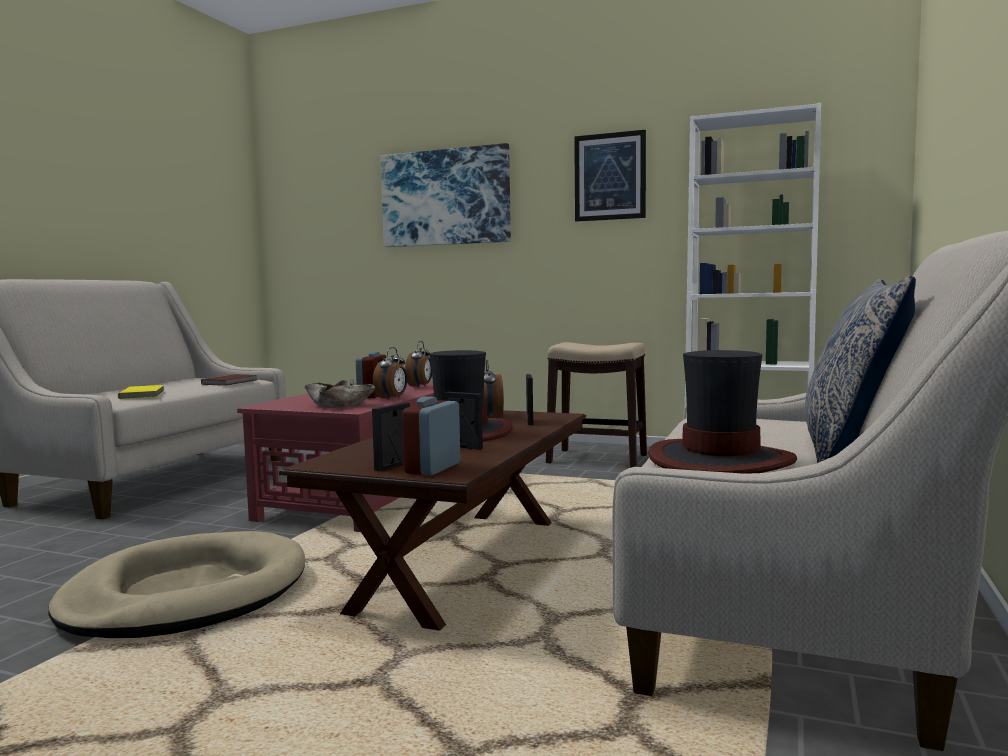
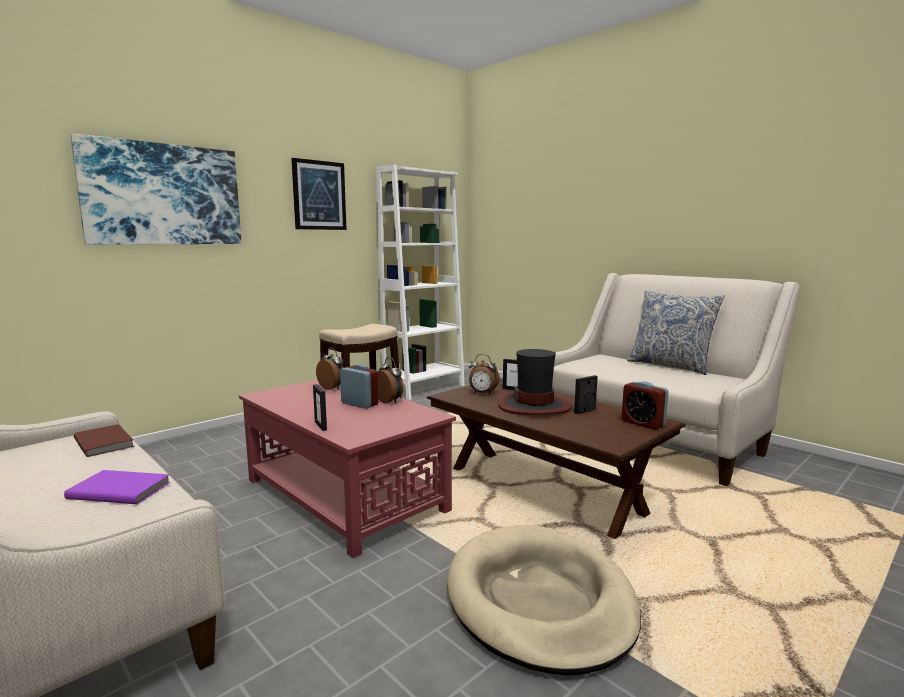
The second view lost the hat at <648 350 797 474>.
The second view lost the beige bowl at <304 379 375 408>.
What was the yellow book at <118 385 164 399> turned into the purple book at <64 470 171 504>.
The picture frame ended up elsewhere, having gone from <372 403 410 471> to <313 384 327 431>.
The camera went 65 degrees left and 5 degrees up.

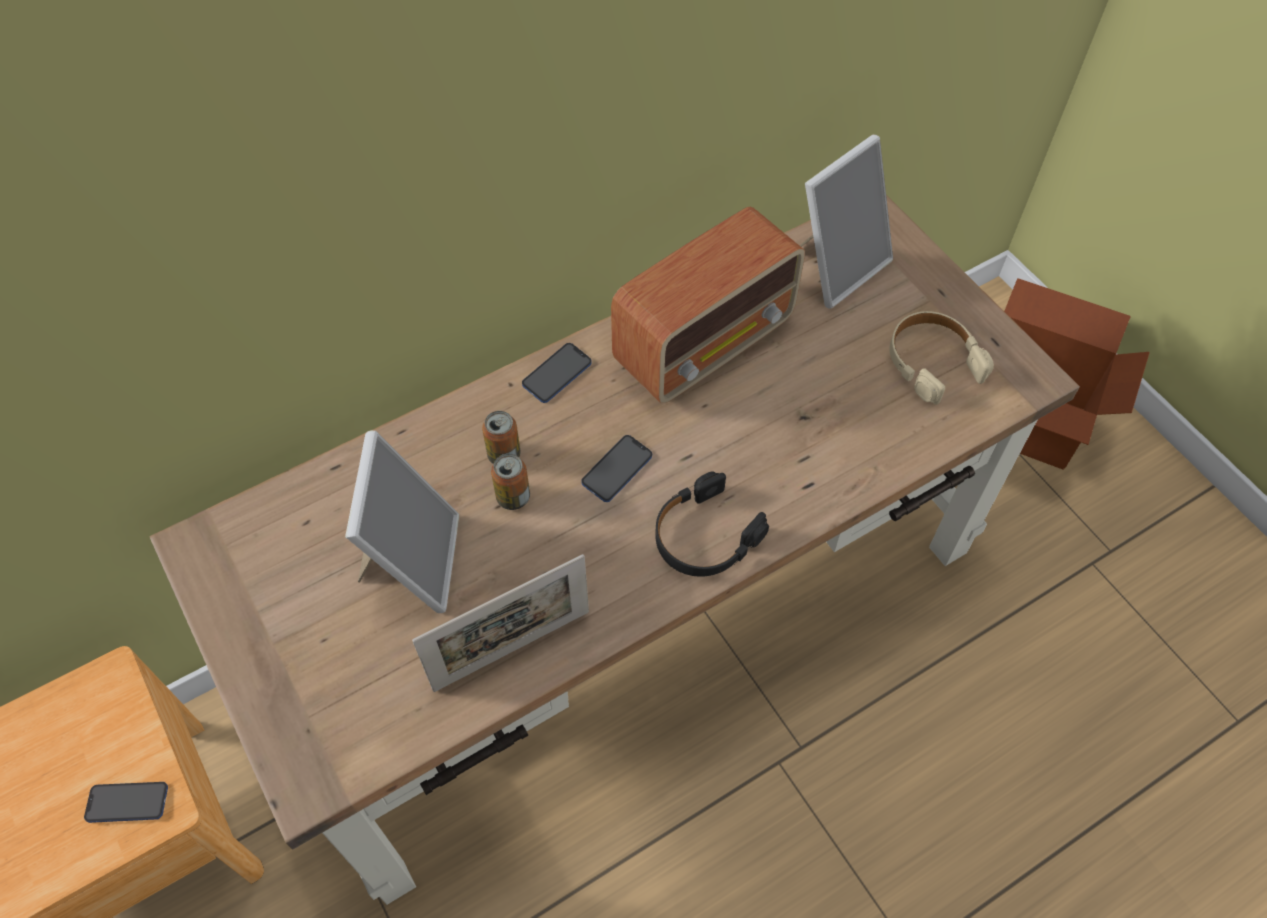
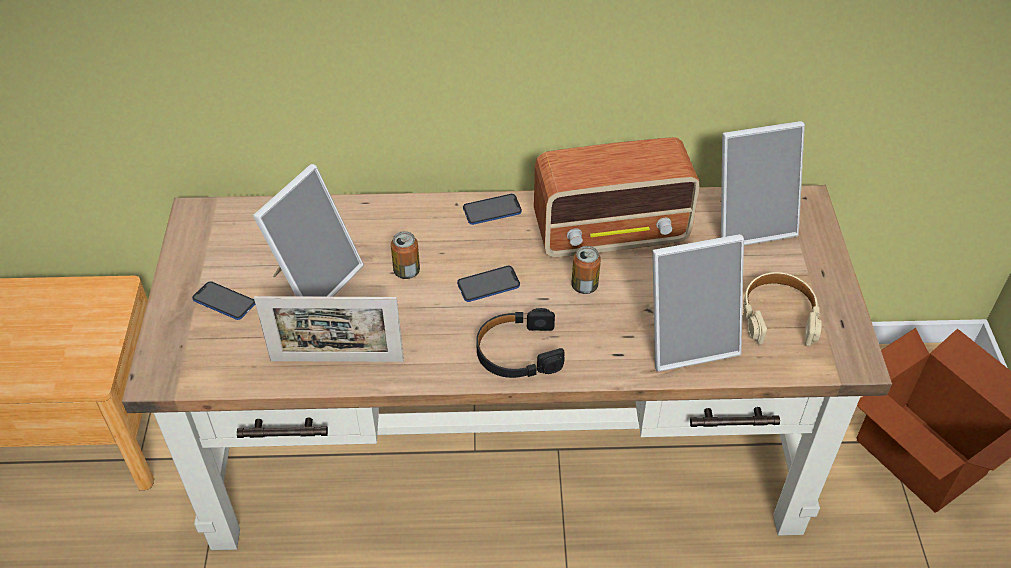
The can ended up elsewhere, having gone from <482 411 521 464> to <571 246 601 294>.
The phone ended up elsewhere, having gone from <84 782 168 823> to <192 281 255 320>.
The second view gained the picture frame at <652 234 744 372>.
The camera went 30 degrees right and 10 degrees down.

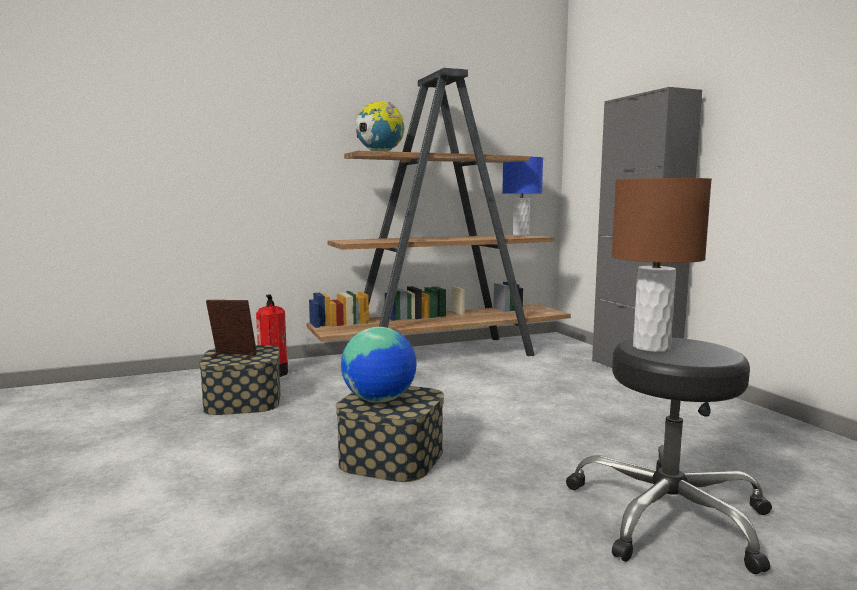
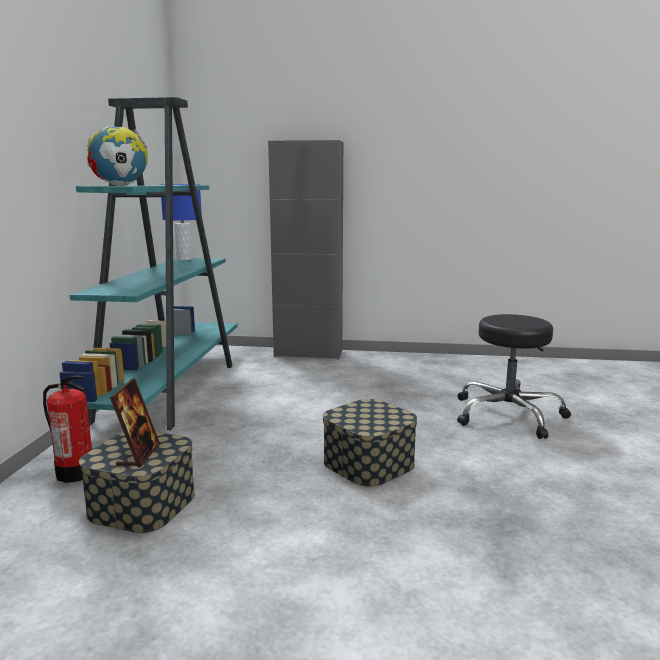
What was the brown bookcase at <307 68 571 356> turned into the turquoise bookcase at <60 97 238 430>.
The second view lost the brown table lamp at <612 178 712 352>.
The picture frame at <206 300 257 359> ended up facing another way, 150 degrees clockwise from before.
The second view lost the globe at <341 327 417 403>.
The camera went 60 degrees left and 5 degrees up.

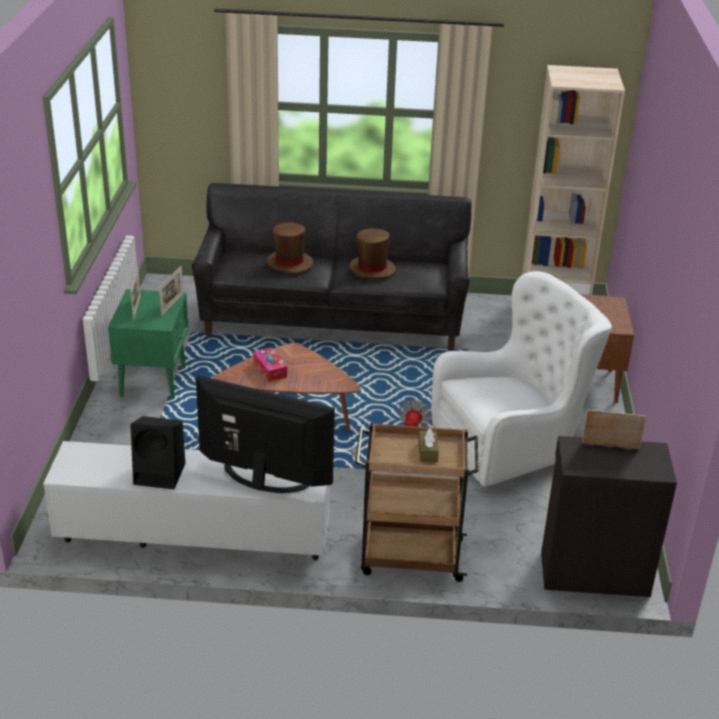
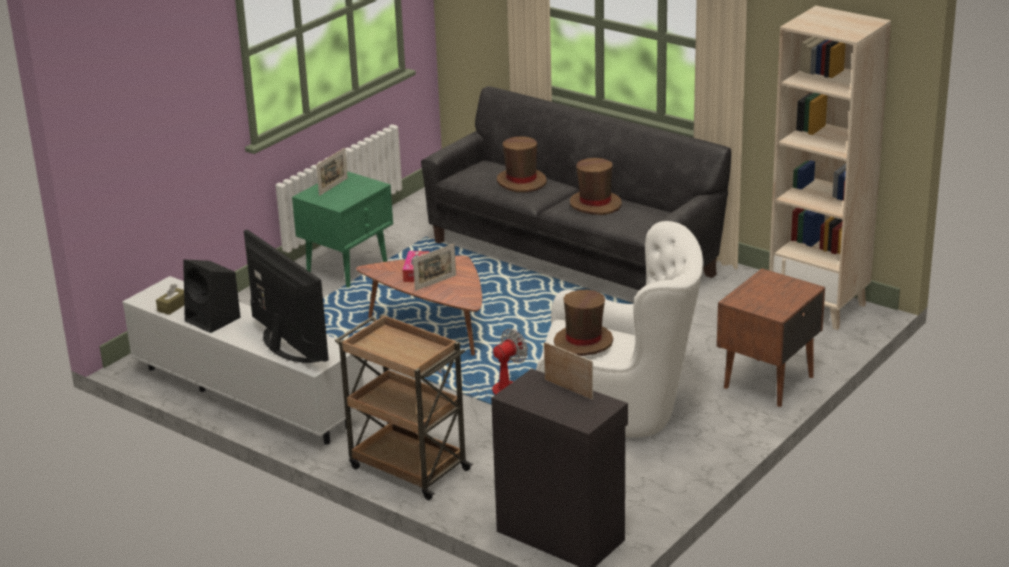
The picture frame ended up elsewhere, having gone from <159 266 183 316> to <413 244 456 291>.
The brown tissue box ended up elsewhere, having gone from <418 428 439 462> to <156 284 184 315>.
The second view gained the brown hat at <554 290 613 356>.
The camera went 35 degrees right and 5 degrees down.

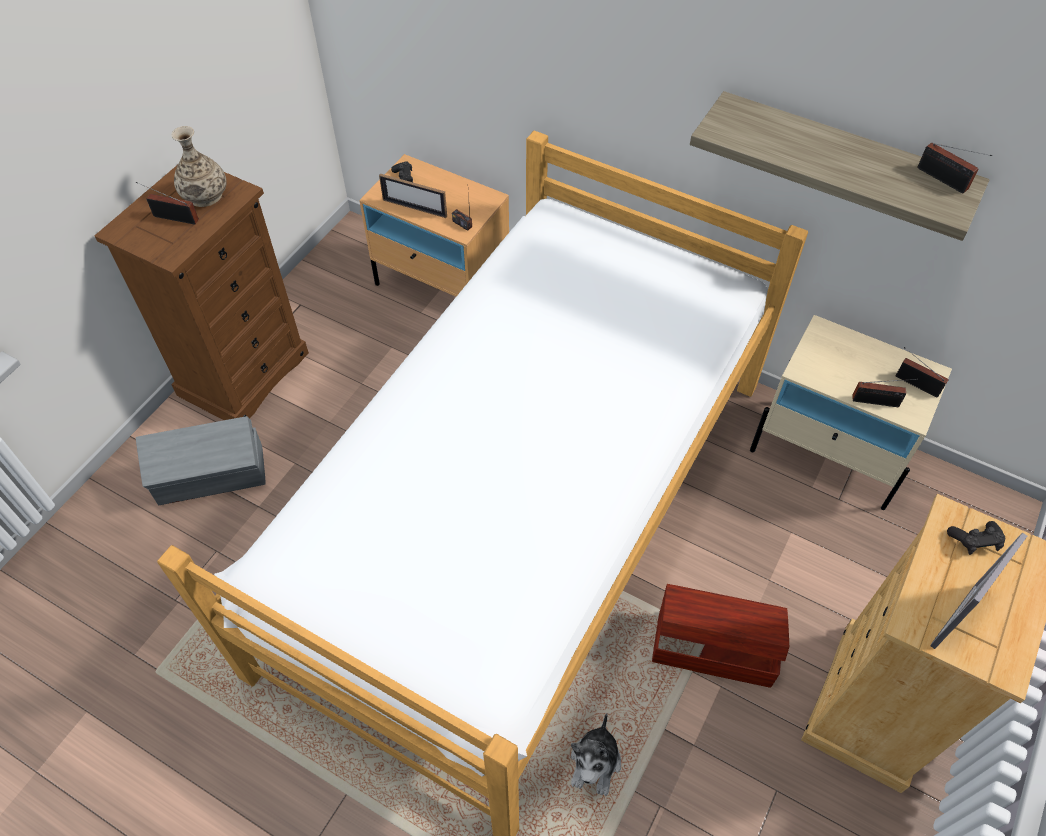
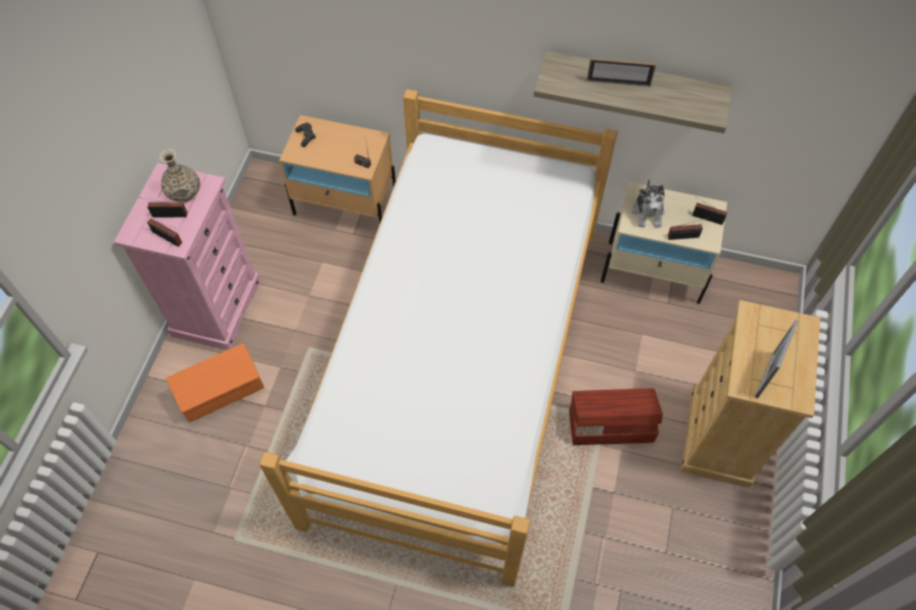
The radio ended up elsewhere, having gone from <917 143 992 194> to <147 218 182 247>.
What was the brown dresser at <94 166 309 420> turned into the pink dresser at <114 163 261 350>.
The picture frame ended up elsewhere, having gone from <379 174 447 218> to <587 58 656 87>.
What was the grey storage box at <136 416 266 505> turned into the orange storage box at <166 343 264 422>.
The second view lost the black game controller at <947 521 1005 555>.
The plush toy ended up elsewhere, having gone from <571 713 621 796> to <632 179 665 228>.
The camera went 15 degrees left and 5 degrees up.

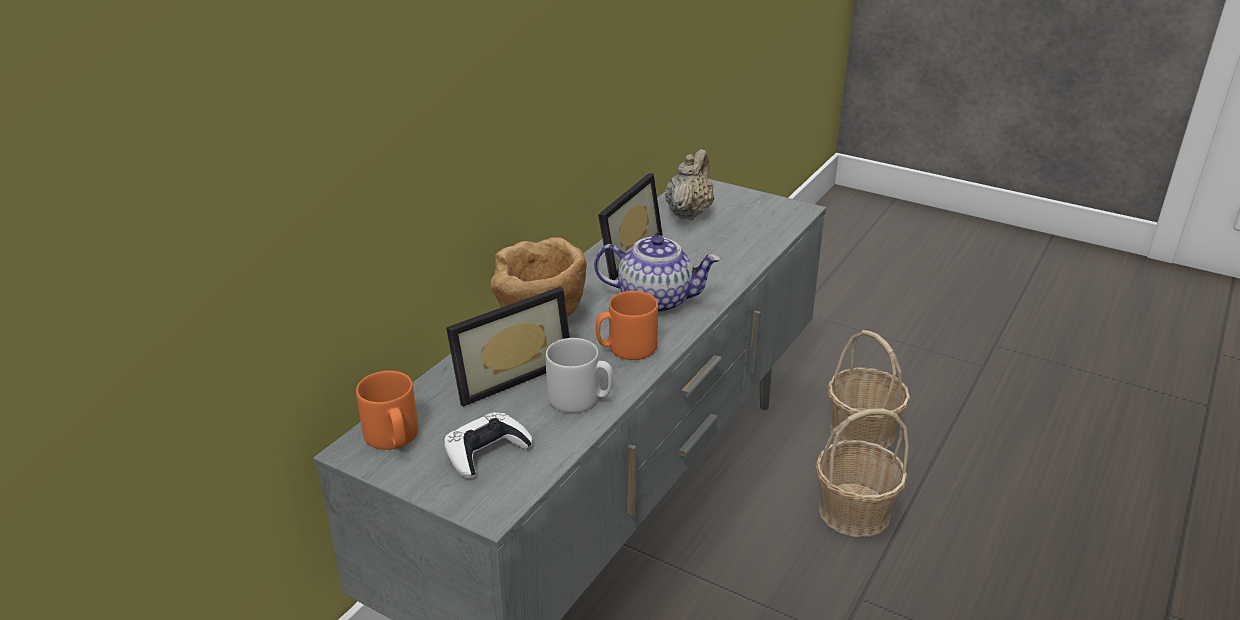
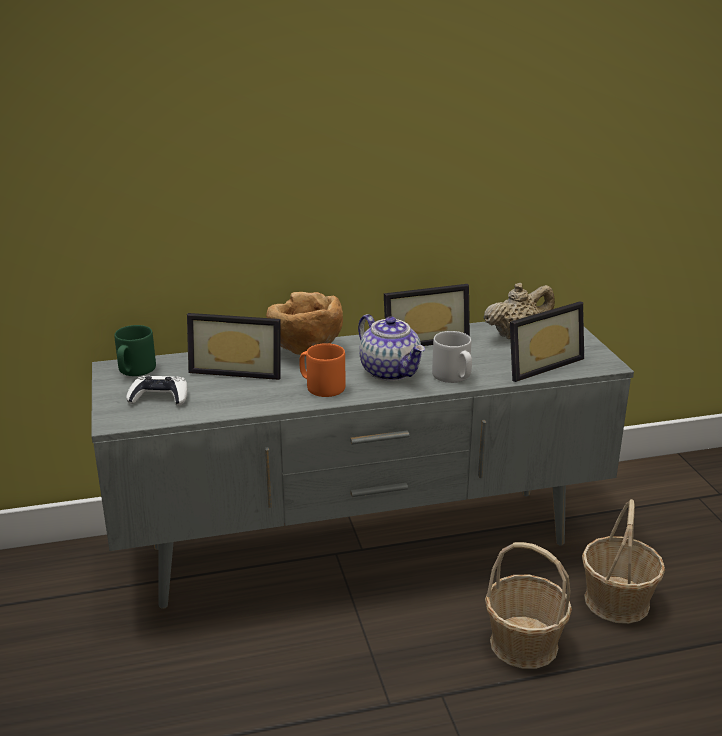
The grey mug ended up elsewhere, having gone from <546 338 613 413> to <432 331 472 383>.
What was the orange mug at <356 371 418 450> turned into the green mug at <114 325 156 376>.
The second view gained the picture frame at <510 301 584 382>.
The camera went 45 degrees right and 5 degrees down.

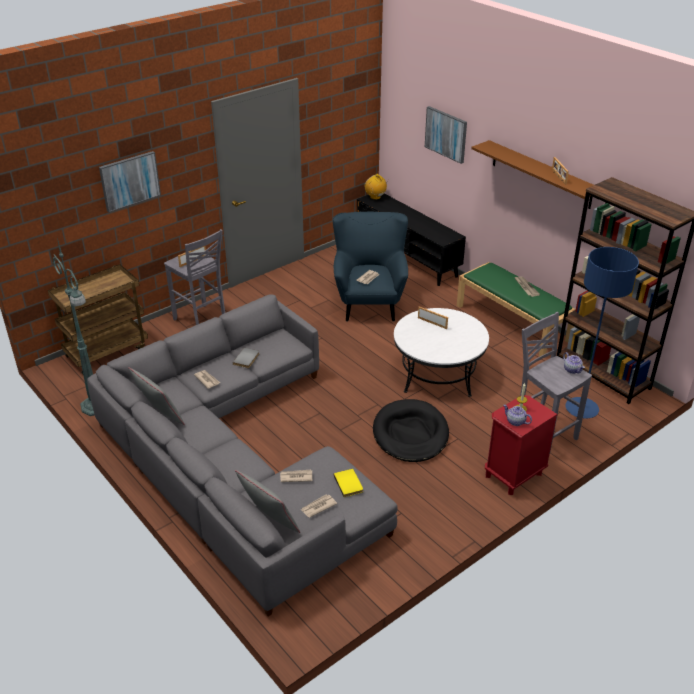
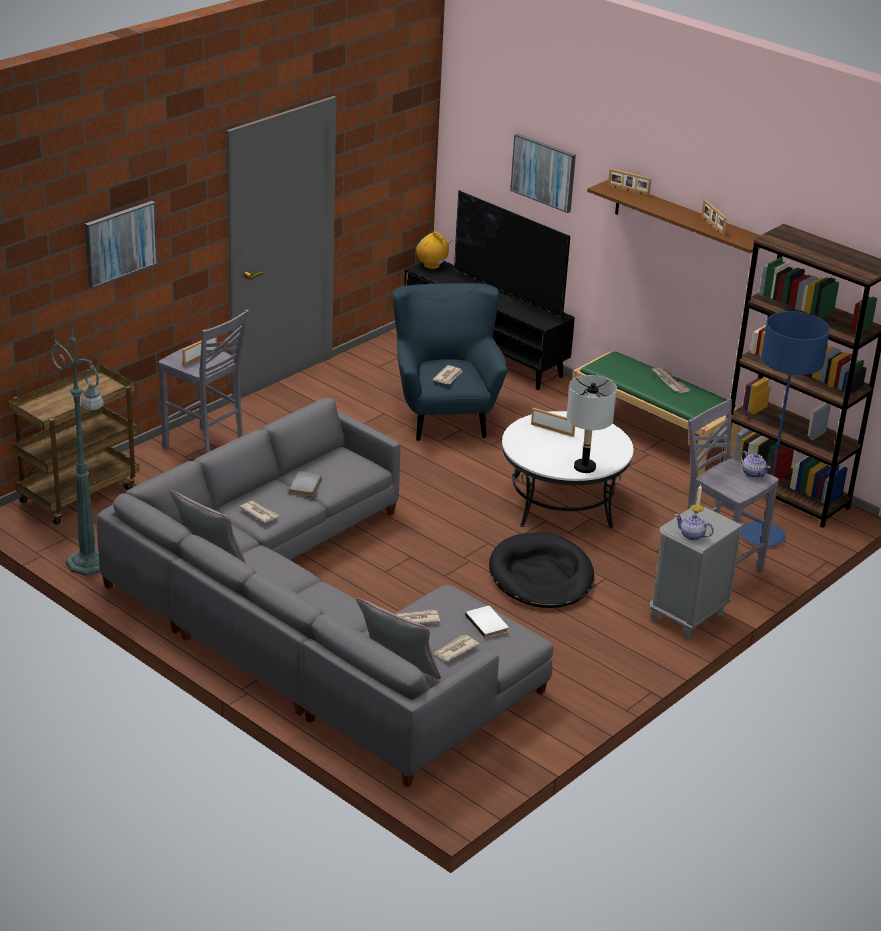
What was the red nightstand at <485 395 558 495> turned into the grey nightstand at <649 506 743 639>.
What was the yellow book at <334 469 363 497> turned into the white book at <465 606 508 638>.
The second view gained the picture frame at <608 169 651 196>.
The second view gained the television at <454 190 570 318>.
The second view gained the grey table lamp at <567 375 617 473>.
The camera went 10 degrees left and 5 degrees down.

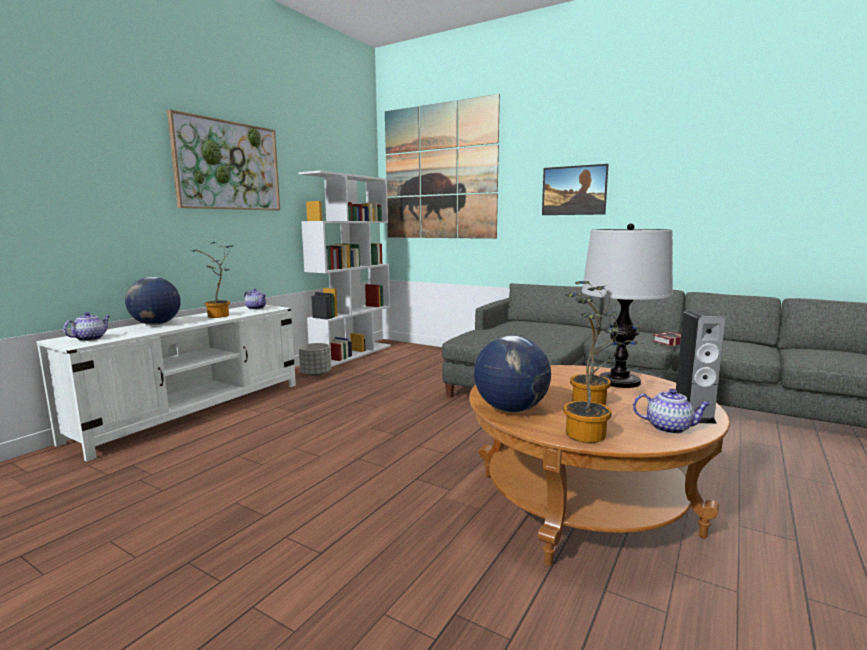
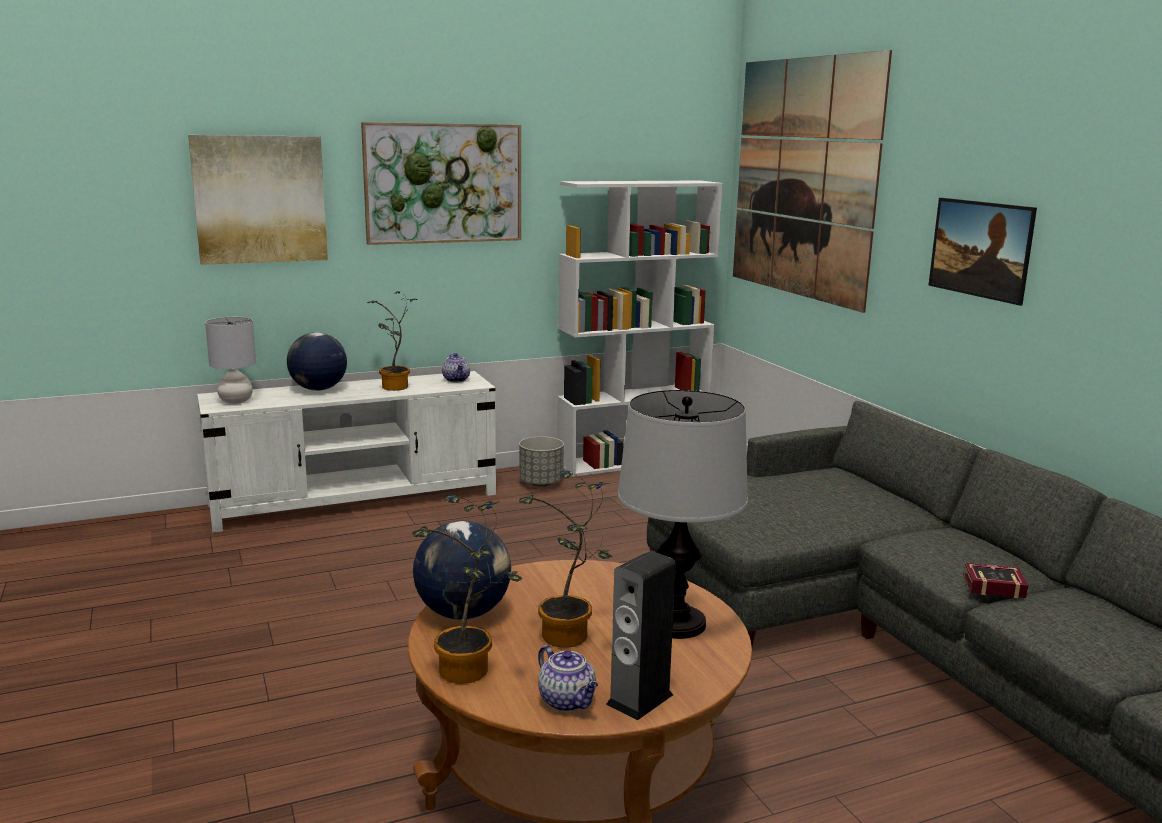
Where the teapot stood at <63 312 110 341>, the grey table lamp came to stand at <205 317 256 404>.
The second view gained the picture at <188 135 328 265>.
The camera went 35 degrees right and 5 degrees up.

